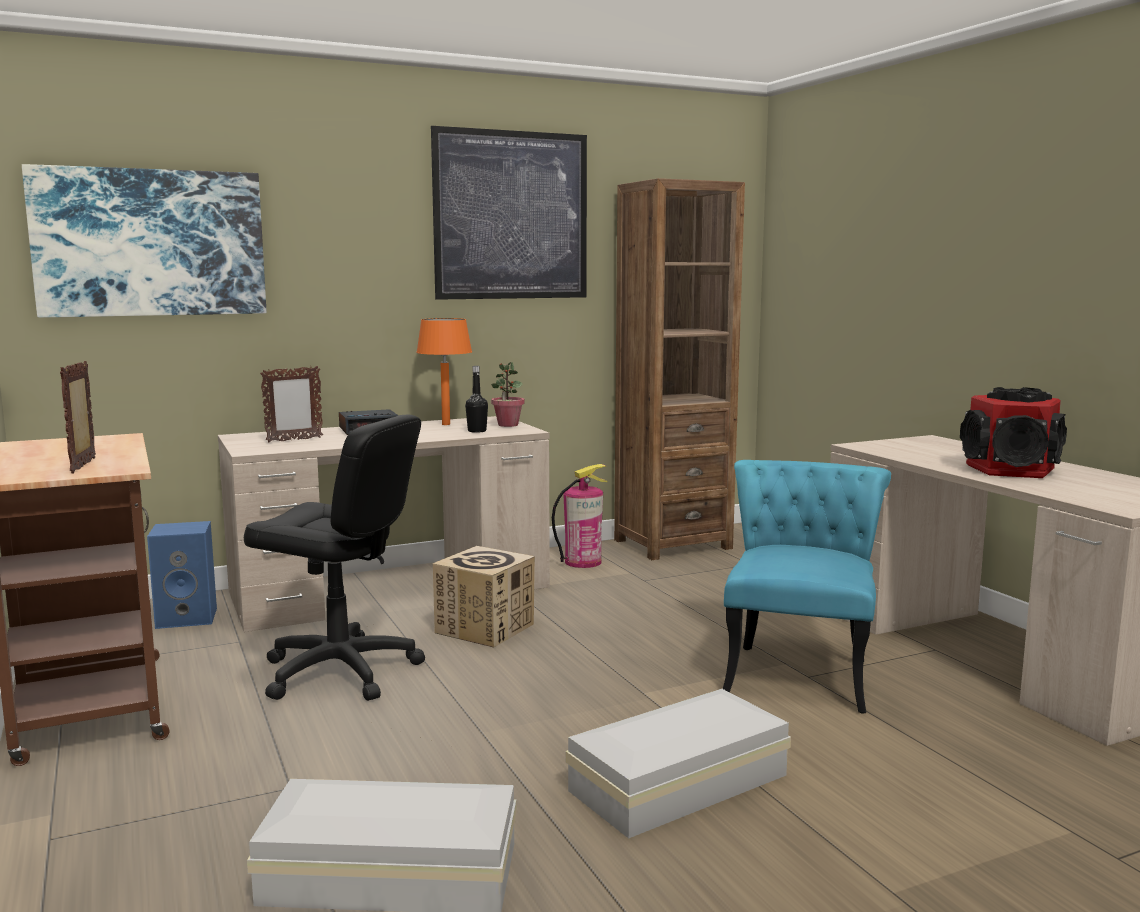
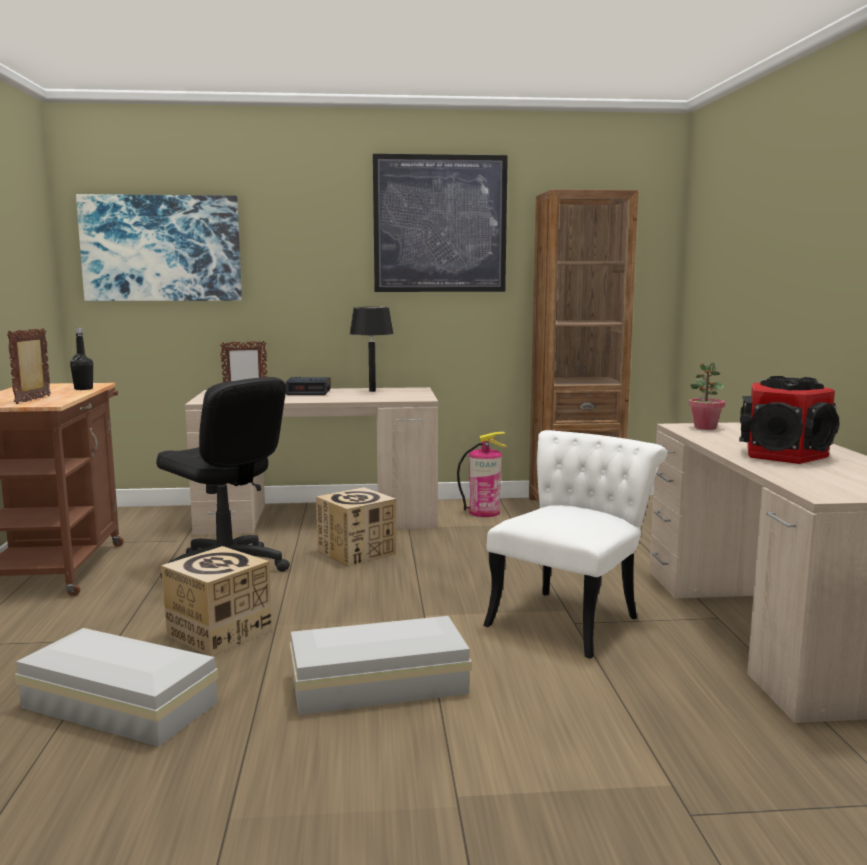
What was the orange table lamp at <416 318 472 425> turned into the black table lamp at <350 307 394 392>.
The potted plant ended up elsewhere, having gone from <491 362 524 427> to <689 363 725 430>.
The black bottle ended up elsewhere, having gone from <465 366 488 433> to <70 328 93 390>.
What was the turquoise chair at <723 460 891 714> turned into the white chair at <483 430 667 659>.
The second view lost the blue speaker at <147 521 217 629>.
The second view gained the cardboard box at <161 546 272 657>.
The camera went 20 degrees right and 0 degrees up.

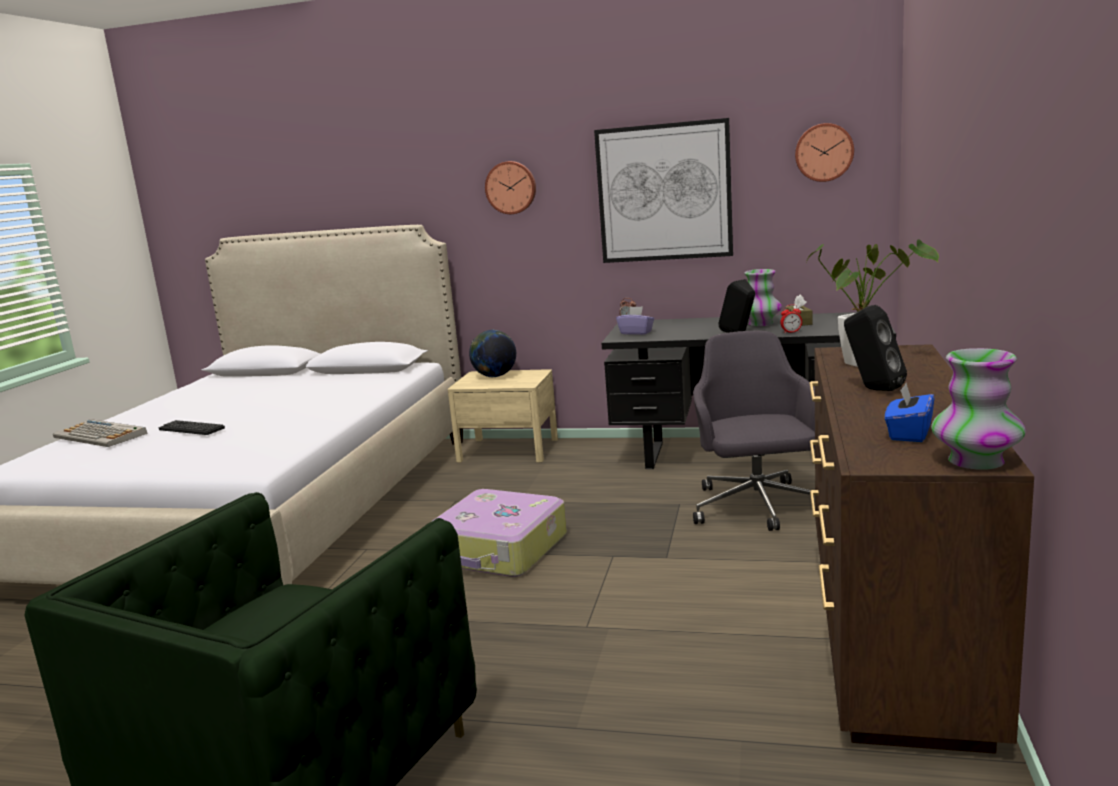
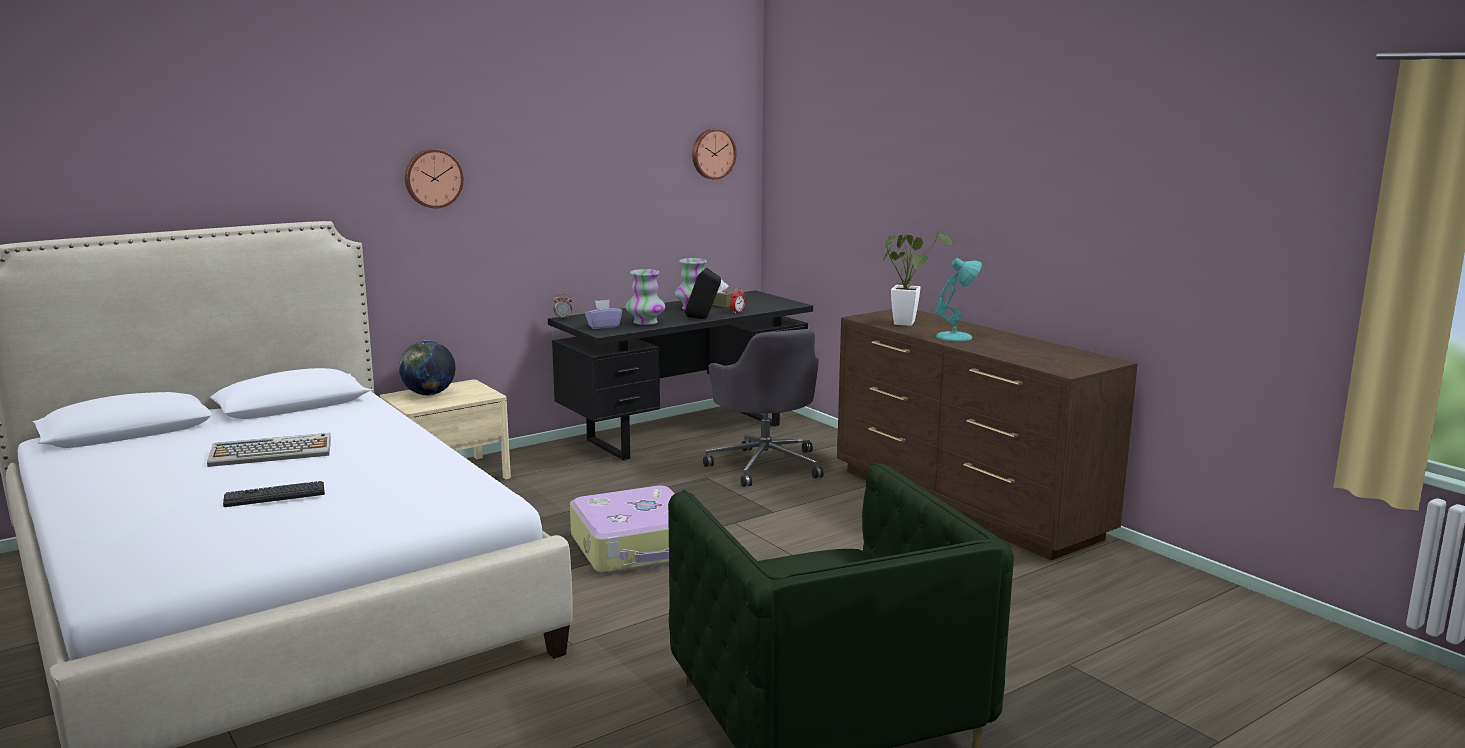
The second view lost the picture at <594 118 733 263>.
Where the black speaker stood at <844 305 907 391>, the turquoise table lamp came to stand at <935 258 982 341>.
The grey office chair at <693 331 815 531> ended up facing another way, 150 degrees counterclockwise from before.
The vase ended up elsewhere, having gone from <931 348 1026 470> to <625 269 665 325>.
The second view lost the blue tissue box at <885 383 934 442>.
The keyboard ended up elsewhere, having gone from <53 419 147 447> to <207 433 331 467>.
The camera went 50 degrees left and 0 degrees up.

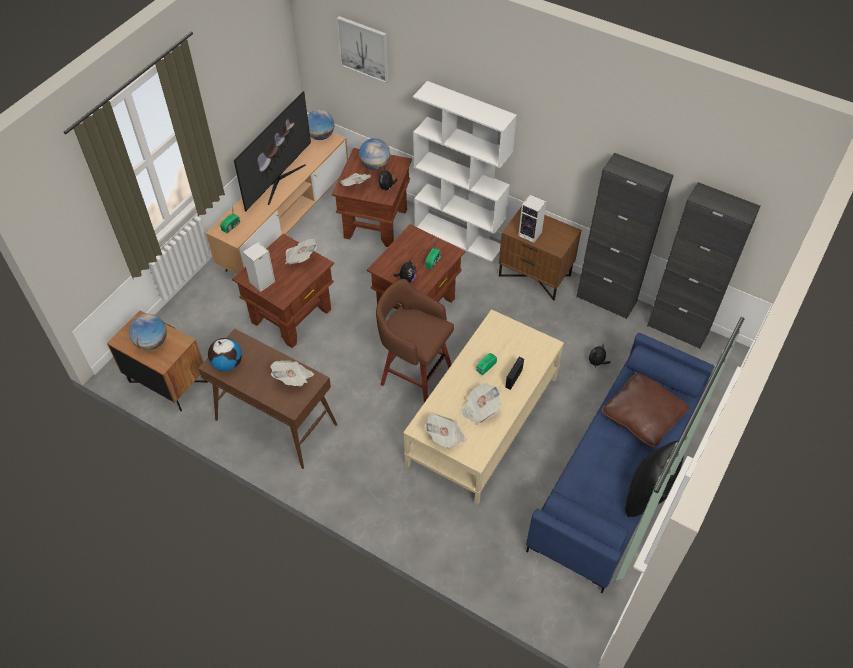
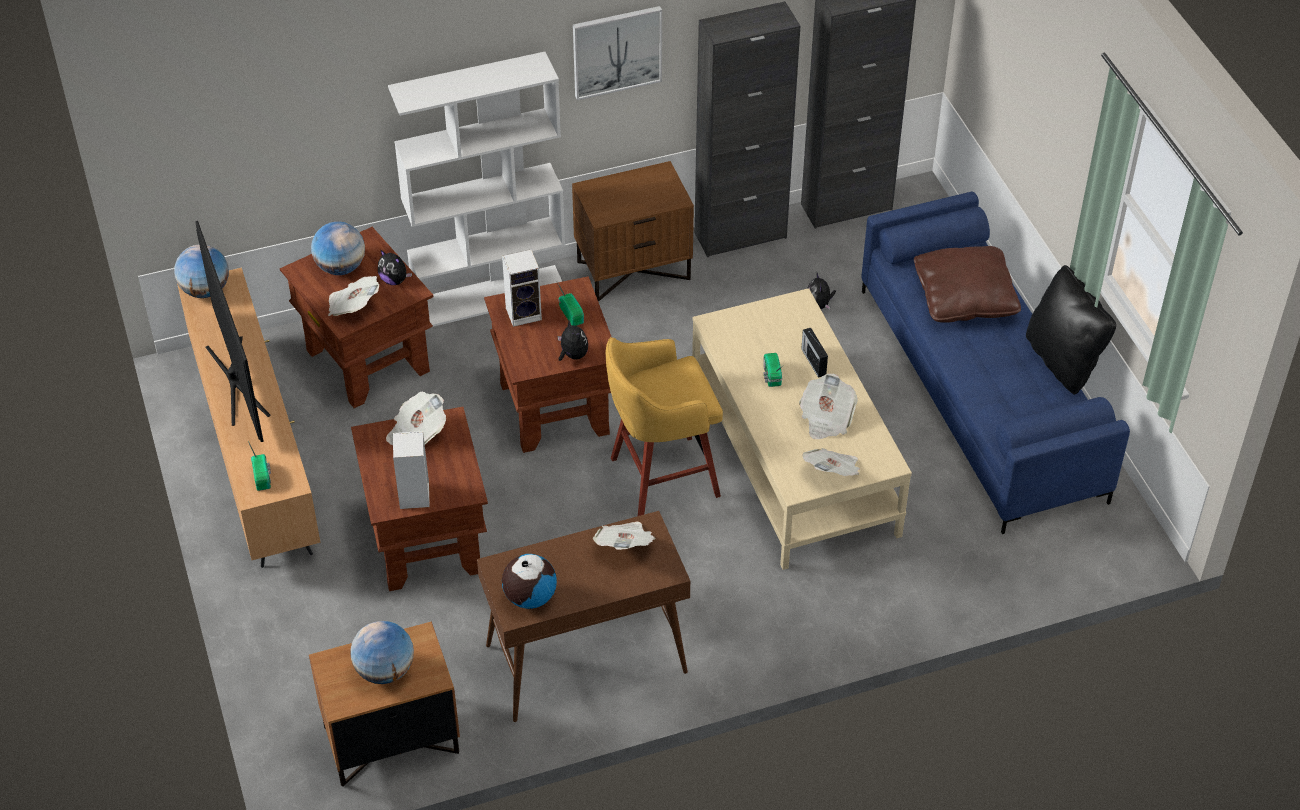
The picture ended up elsewhere, having gone from <336 16 388 83> to <573 6 662 100>.
The speaker ended up elsewhere, having gone from <518 195 546 243> to <502 250 542 327>.
What was the brown stool at <376 279 454 403> turned into the yellow stool at <606 337 723 516>.
The camera went 50 degrees left and 5 degrees down.

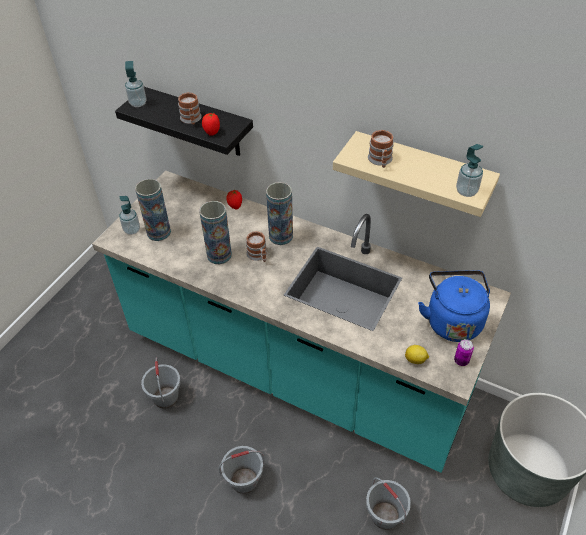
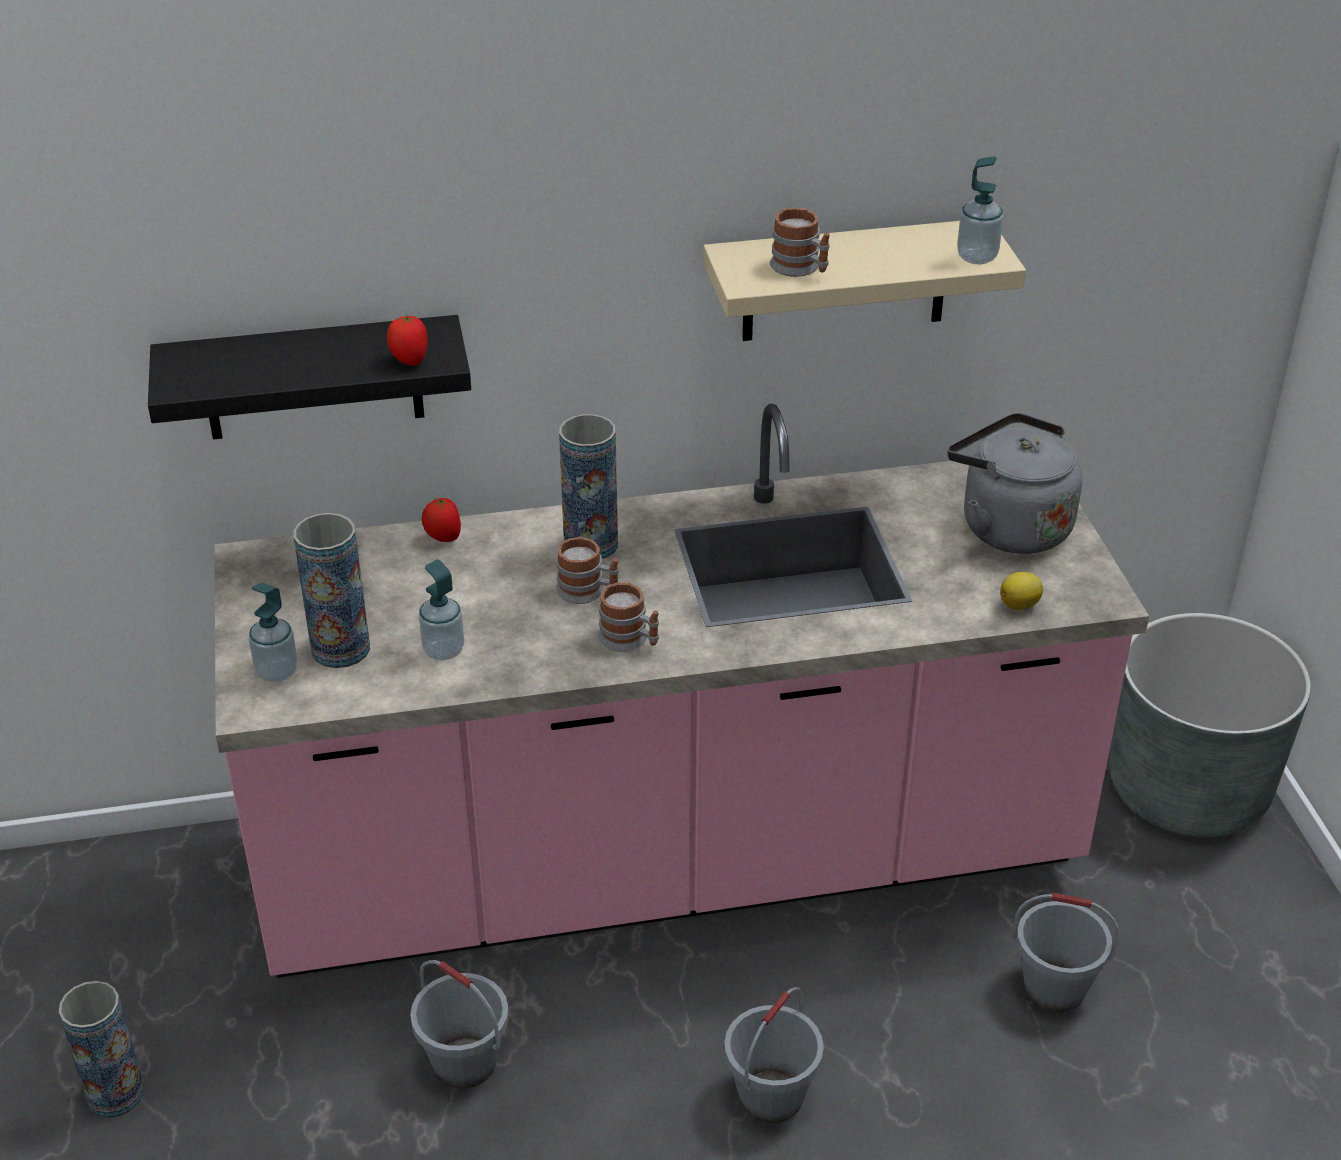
The soap dispenser ended up elsewhere, having gone from <125 61 146 107> to <419 560 464 660>.
The mug ended up elsewhere, having gone from <178 92 202 125> to <598 582 659 652>.
What was the turquoise counter at <92 170 511 473> turned into the pink counter at <214 404 1149 978>.
The vase ended up elsewhere, having gone from <199 201 232 264> to <59 981 144 1118>.
What was the blue kettle at <418 270 490 342> turned into the grey kettle at <947 413 1082 554>.
The second view lost the can at <454 339 474 366>.
The camera went 40 degrees left and 10 degrees down.

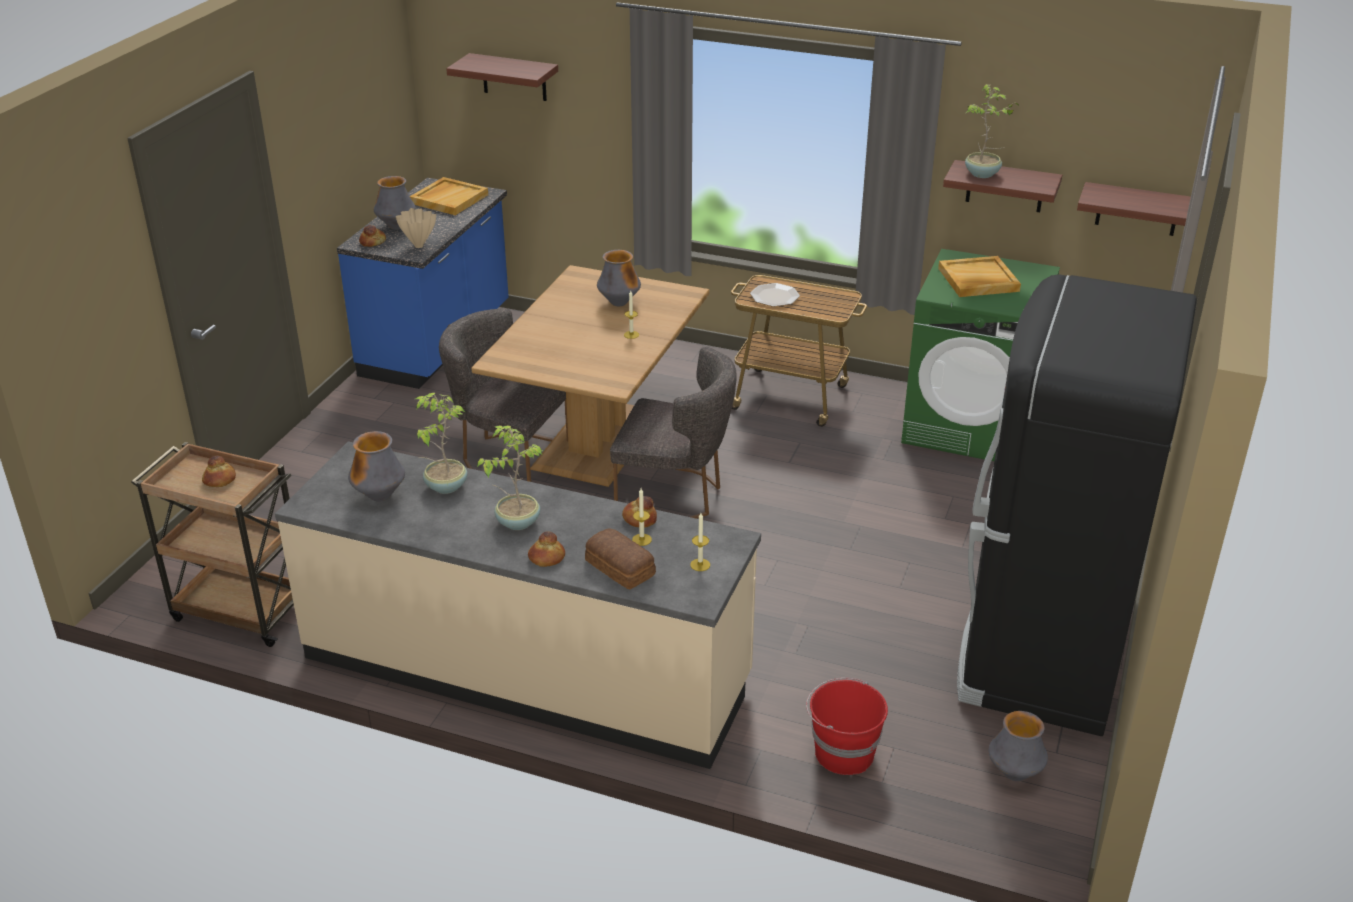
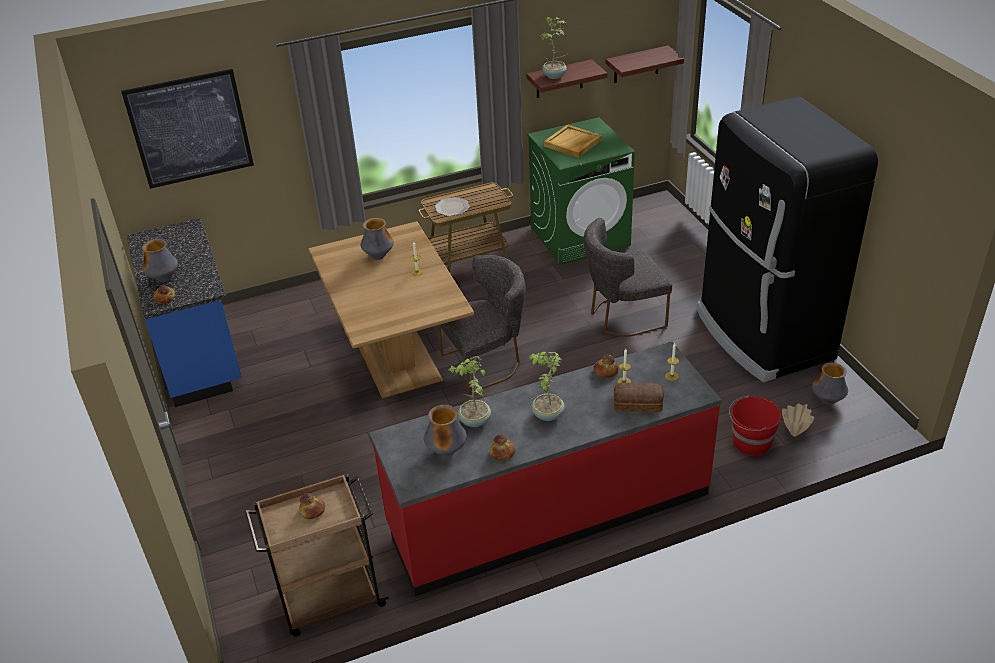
Where the shelf hung at <446 53 558 101>, the picture came to hang at <121 69 254 189>.
The second view lost the beige tray at <410 177 488 215>.
The beige vase ended up elsewhere, having gone from <396 208 436 248> to <782 404 815 436>.
The grey chair ended up elsewhere, having gone from <439 309 568 482> to <584 218 672 337>.
What was the beige counter at <275 441 761 769> turned into the red counter at <369 341 722 596>.
The bread ended up elsewhere, having gone from <528 531 565 567> to <490 434 515 460>.
The camera went 40 degrees left and 5 degrees up.

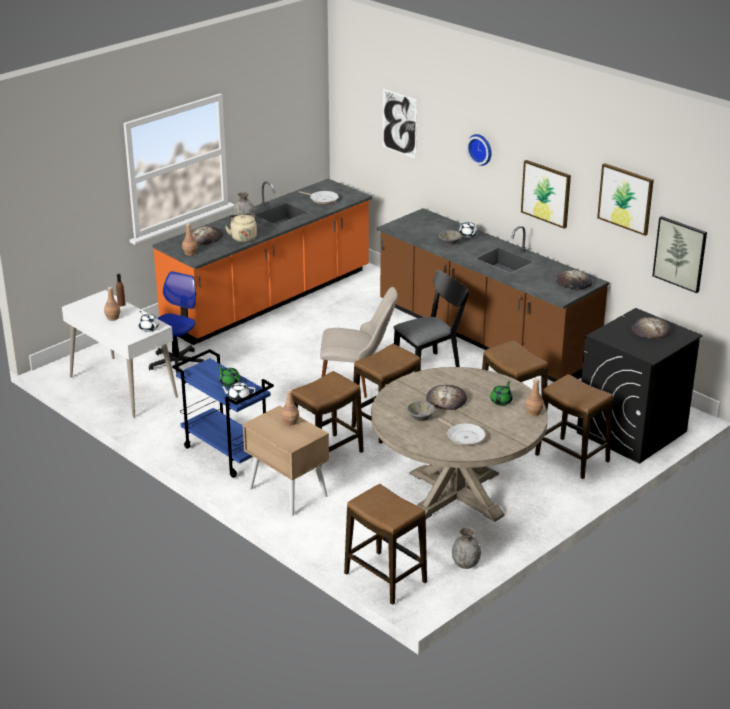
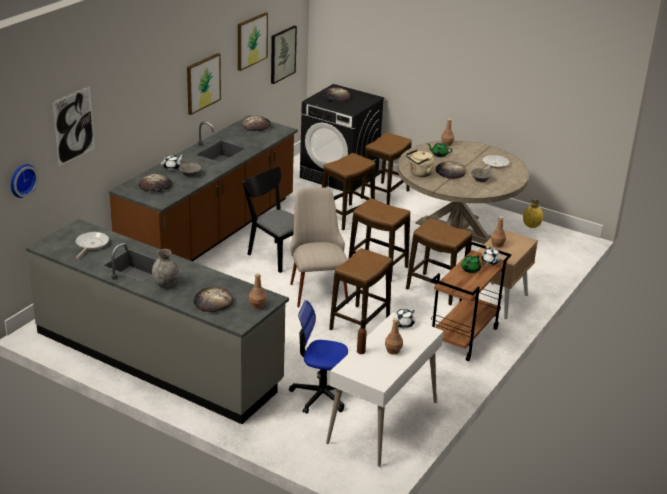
The wall clock ended up elsewhere, having gone from <466 134 492 166> to <11 164 38 198>.
What was the orange counter at <152 179 372 345> turned into the grey counter at <26 219 289 424>.
The beige kettle ended up elsewhere, having gone from <225 213 257 242> to <406 149 434 177>.
What was the blue cart at <172 349 274 478> turned into the brown cart at <431 242 512 361>.
The stool ended up elsewhere, having gone from <344 484 427 605> to <329 248 392 330>.
What was the grey vase at <452 527 481 569> turned into the yellow vase at <523 199 543 228>.
The second view gained the bread at <139 174 172 192>.
The camera went 105 degrees left and 0 degrees up.

